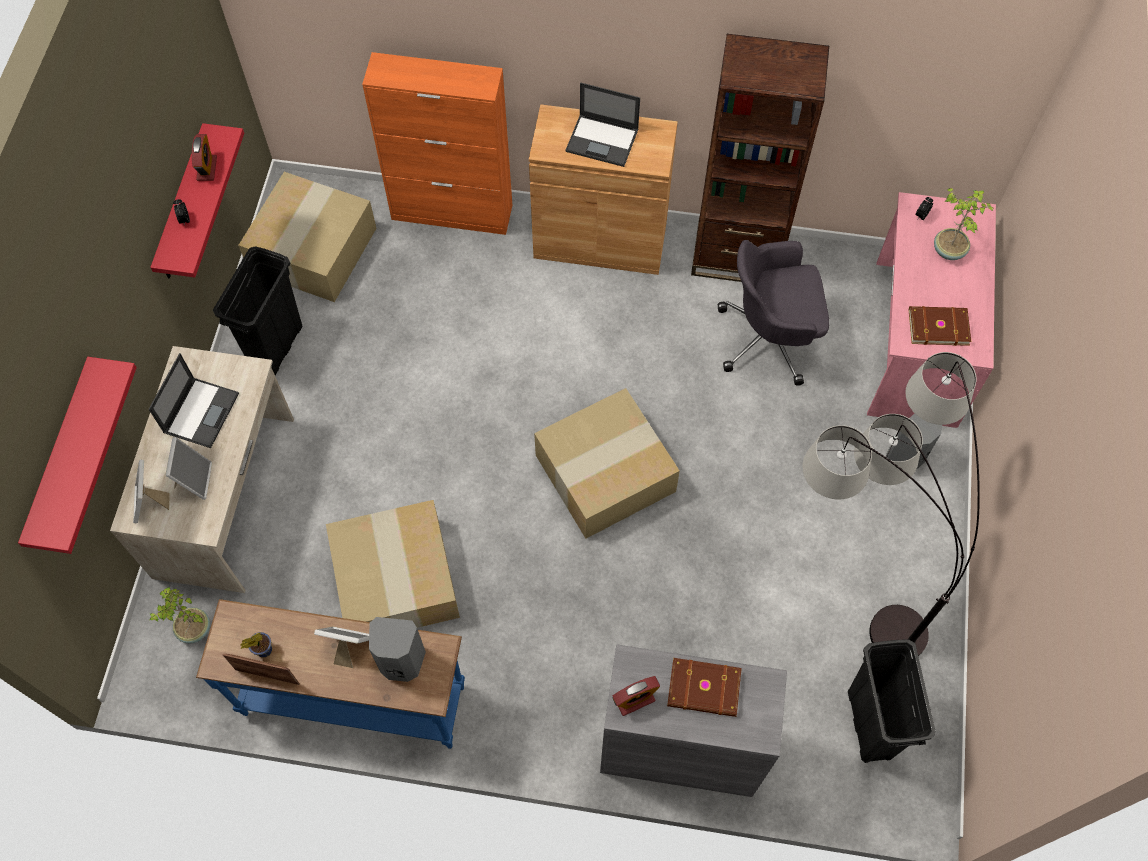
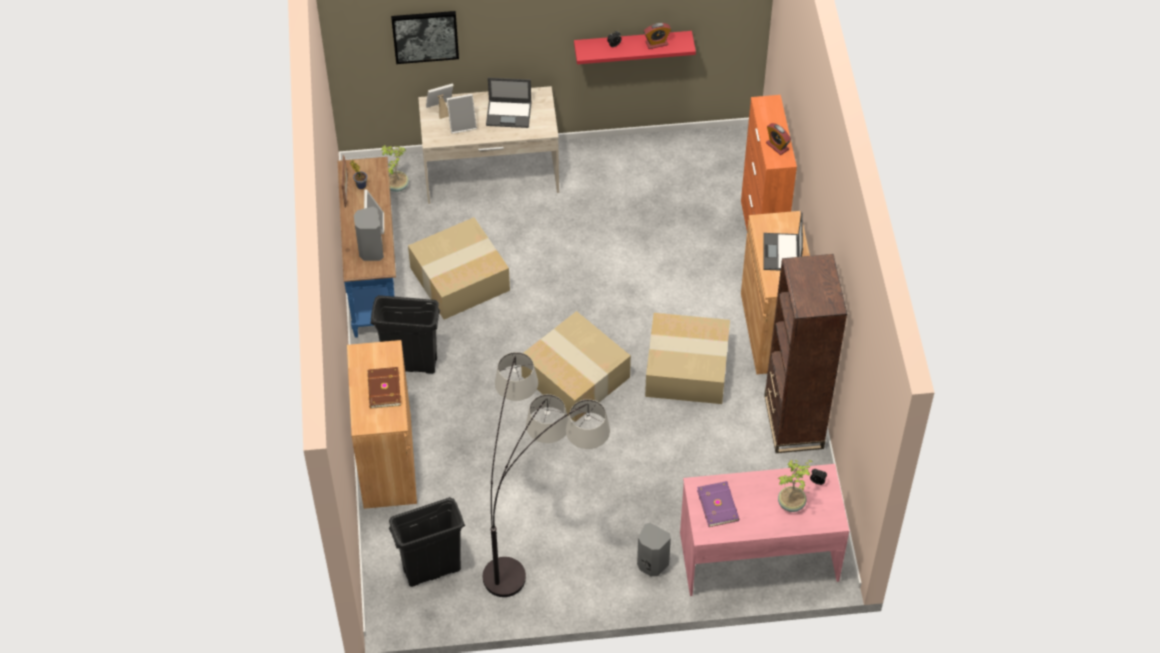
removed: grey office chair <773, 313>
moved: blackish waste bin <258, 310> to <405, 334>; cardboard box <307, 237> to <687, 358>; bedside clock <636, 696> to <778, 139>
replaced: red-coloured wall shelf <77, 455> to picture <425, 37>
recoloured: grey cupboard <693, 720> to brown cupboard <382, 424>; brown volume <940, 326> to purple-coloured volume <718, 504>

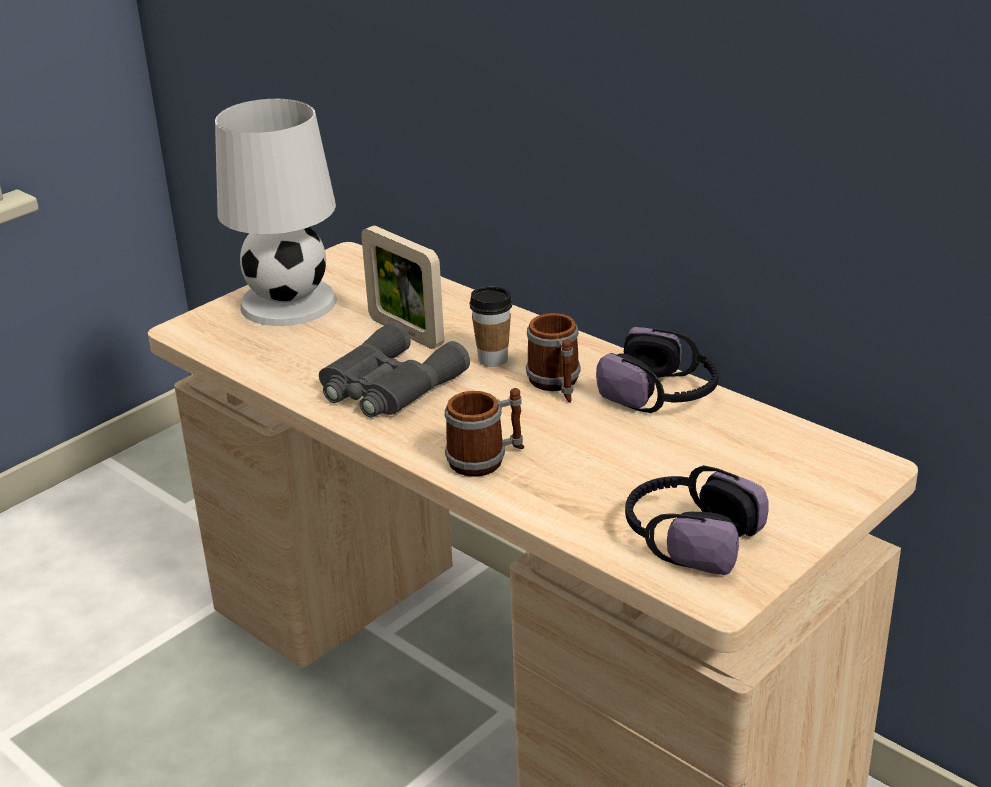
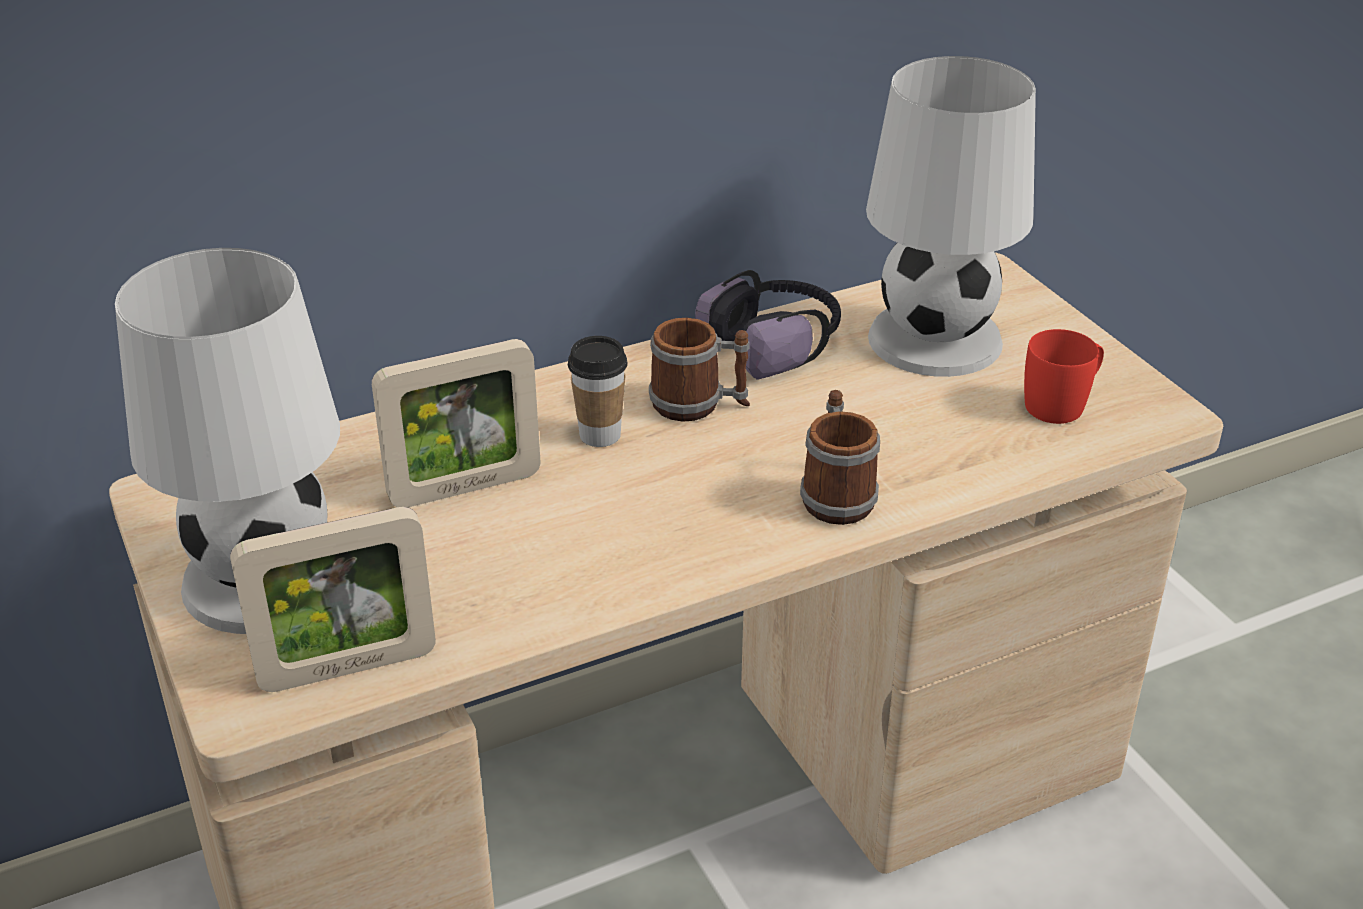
removed: grey pair of binoculars <394, 369>
added: picture frame <333, 599>; whitish tabletop lamp <951, 216>
replaced: headphones <696, 520> to red-coloured tea mug <1064, 376>

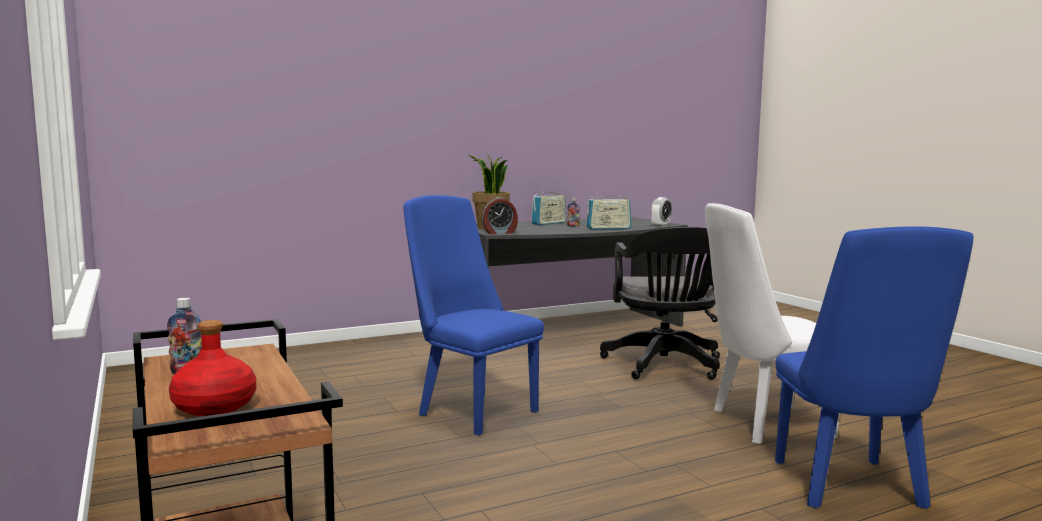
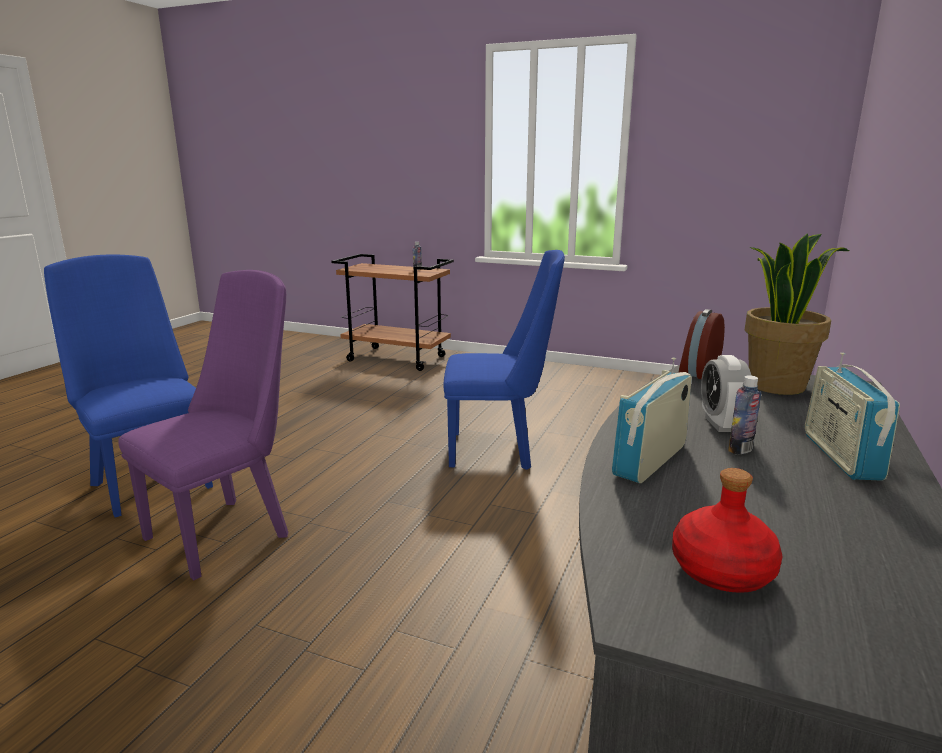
removed: blackish office chair <660, 303>
moved: red-coloured drink bottle <212, 368> to <727, 530>; bedside clock <661, 212> to <726, 393>
recoloured: whitish chair <772, 323> to purple-coloured chair <203, 425>

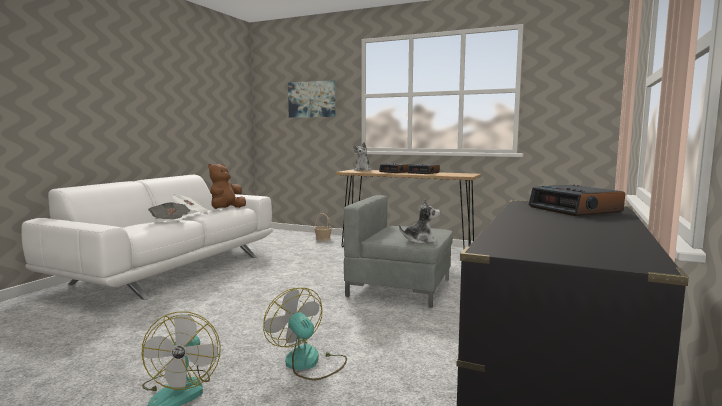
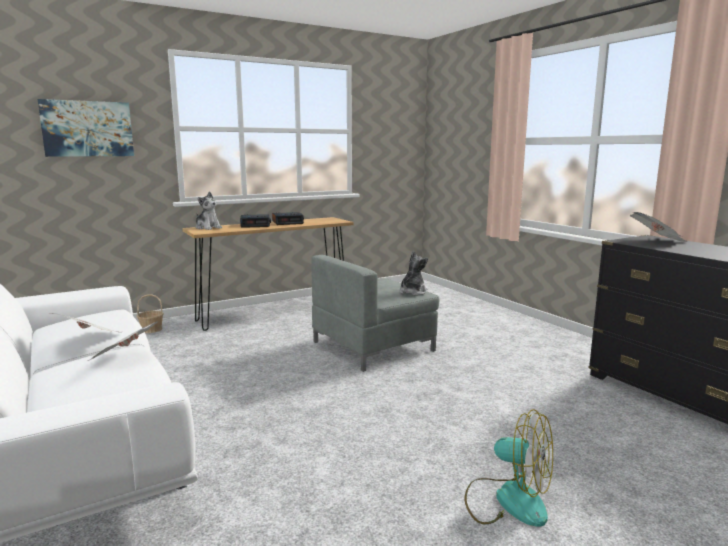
removed: brown plush toy <227, 186>; fan <305, 334>
replaced: bedside clock <577, 200> to newspaper <659, 227>

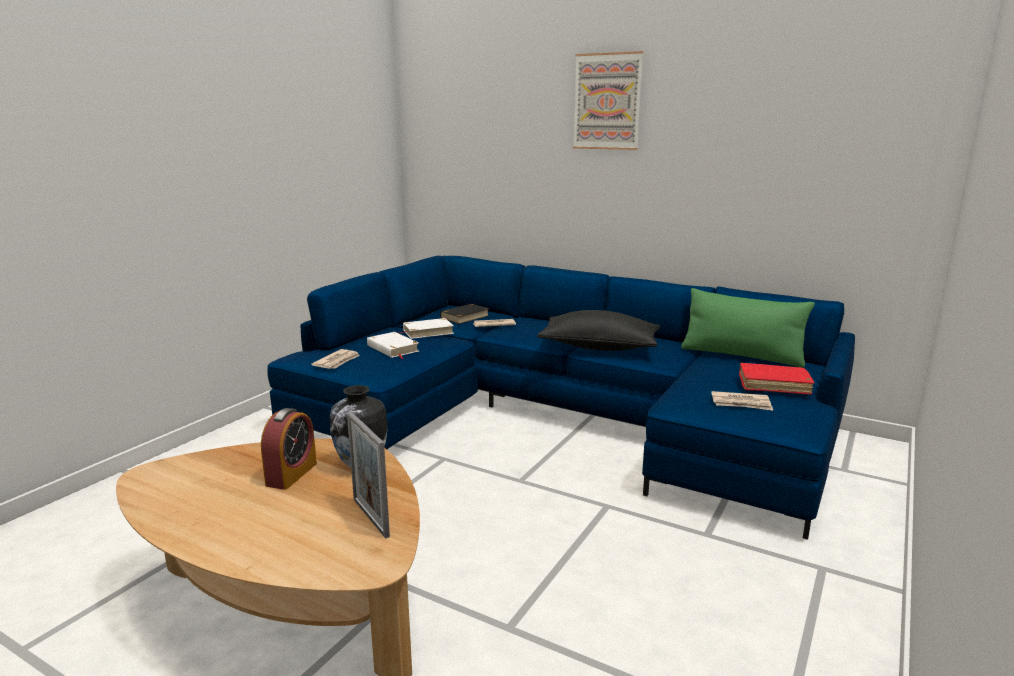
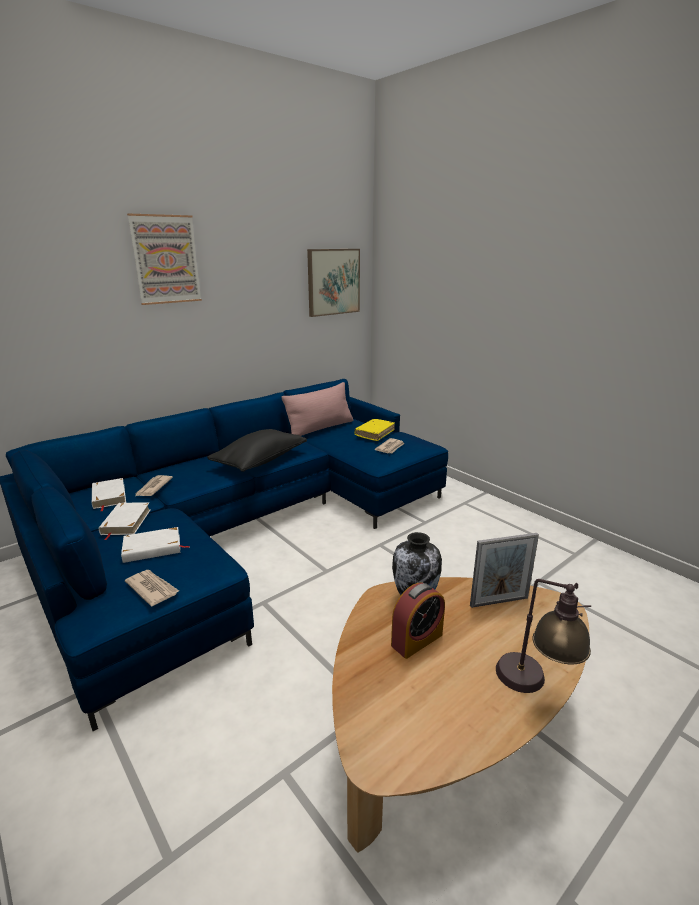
added: picture <333, 283>; tabletop lamp <543, 636>
recoloured: blackish volume <464, 314> to whitish volume <109, 495>; greenish cushion <748, 327> to pink-coloured cushion <317, 409>; red-coloured volume <776, 379> to yellow-coloured volume <374, 430>
turned: bedside clock <289, 449> = <418, 621> 105 degrees clockwise

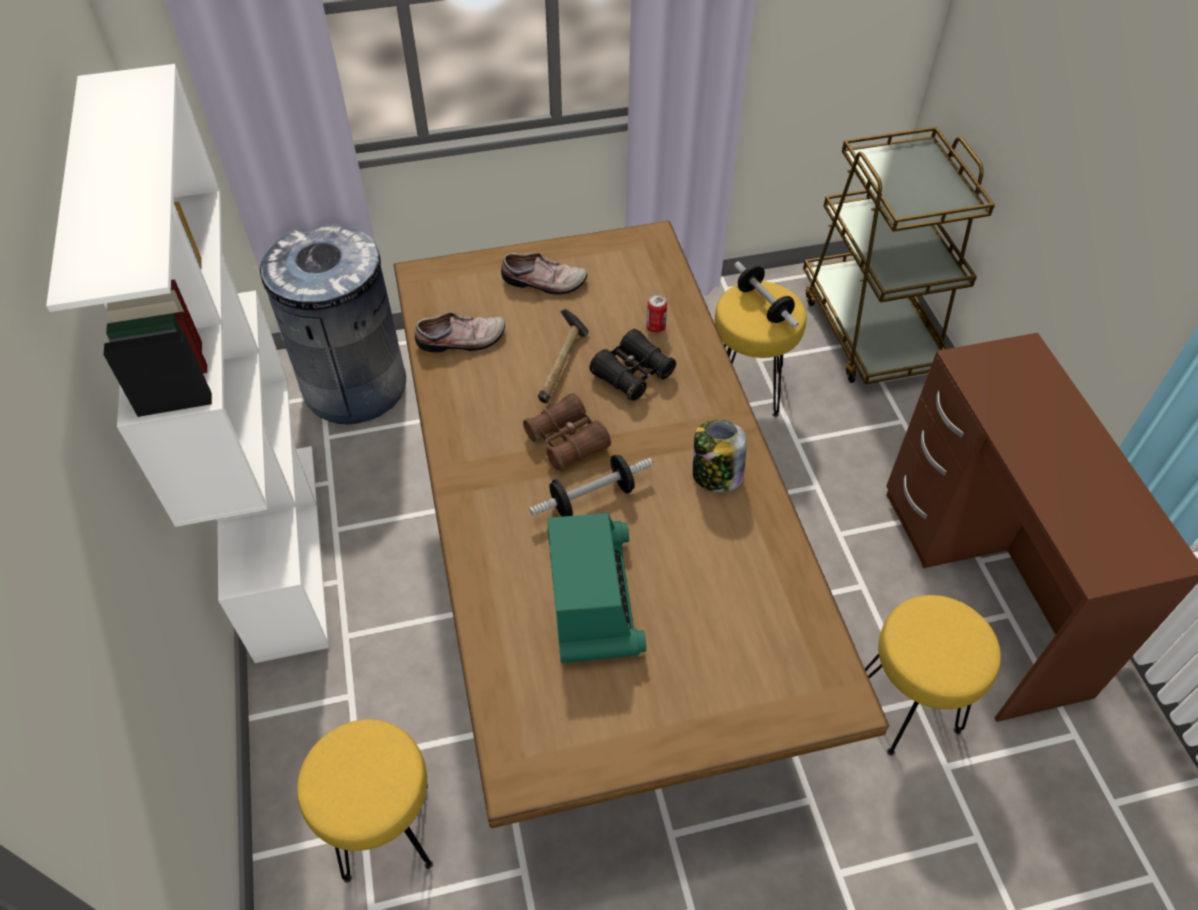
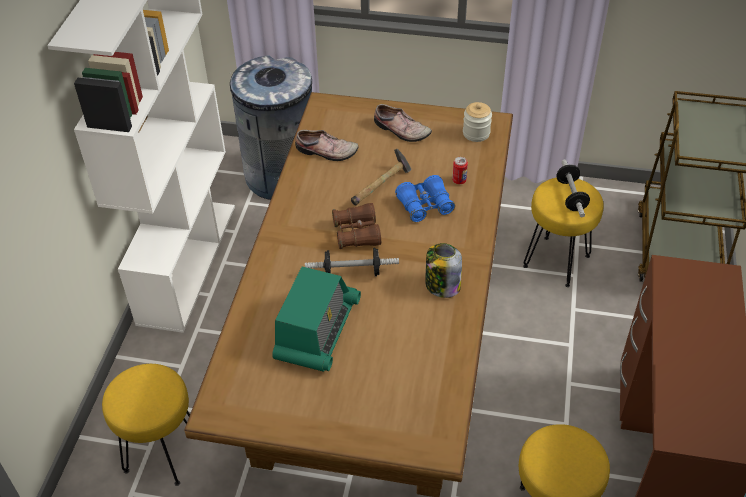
added: jar <477, 122>
recoloured: blackish pair of binoculars <633, 365> to blue-coloured pair of binoculars <425, 198>

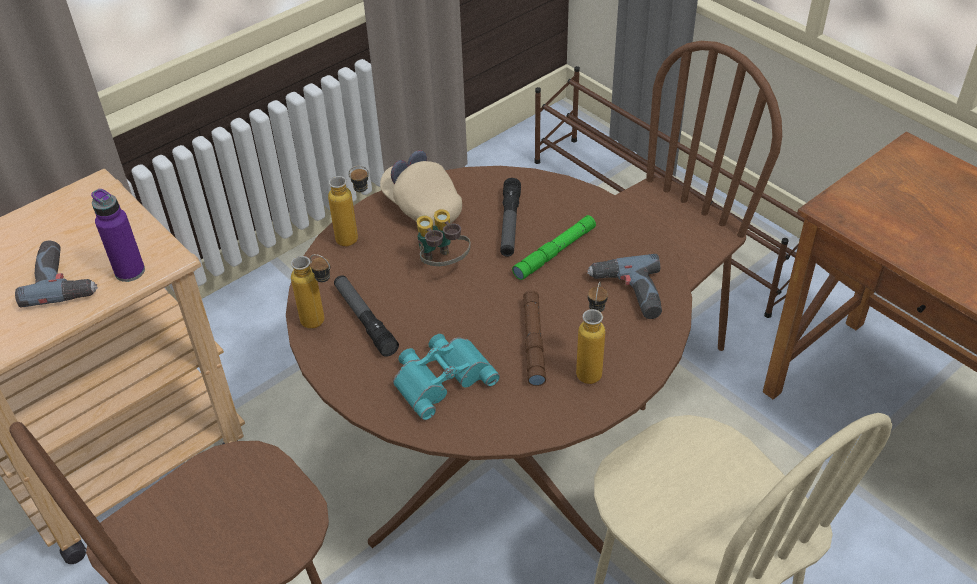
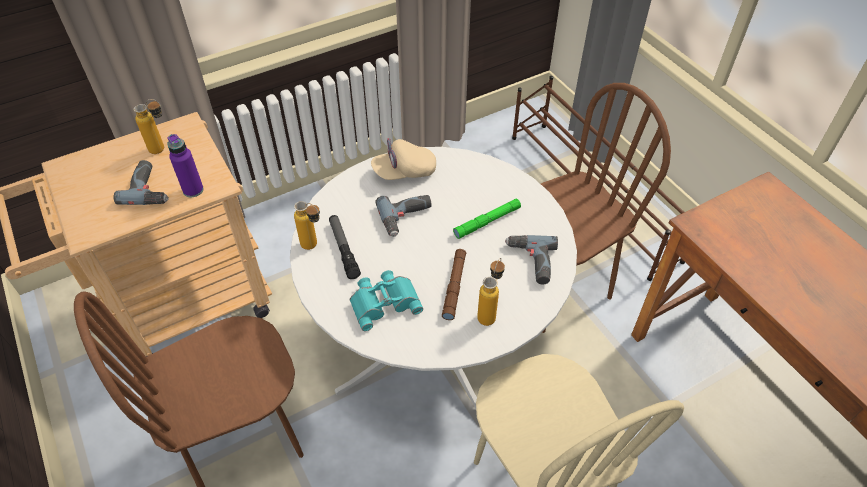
removed: flashlight <510, 217>
moved: drink bottle <348, 206> to <149, 126>
replaced: pair of binoculars <444, 237> to electric drill <403, 216>
recoloured: brown dinner table <489, 360> to whitish dinner table <433, 278>
turned: beige-coloured baseball cap <421, 188> = <403, 159> 75 degrees counterclockwise

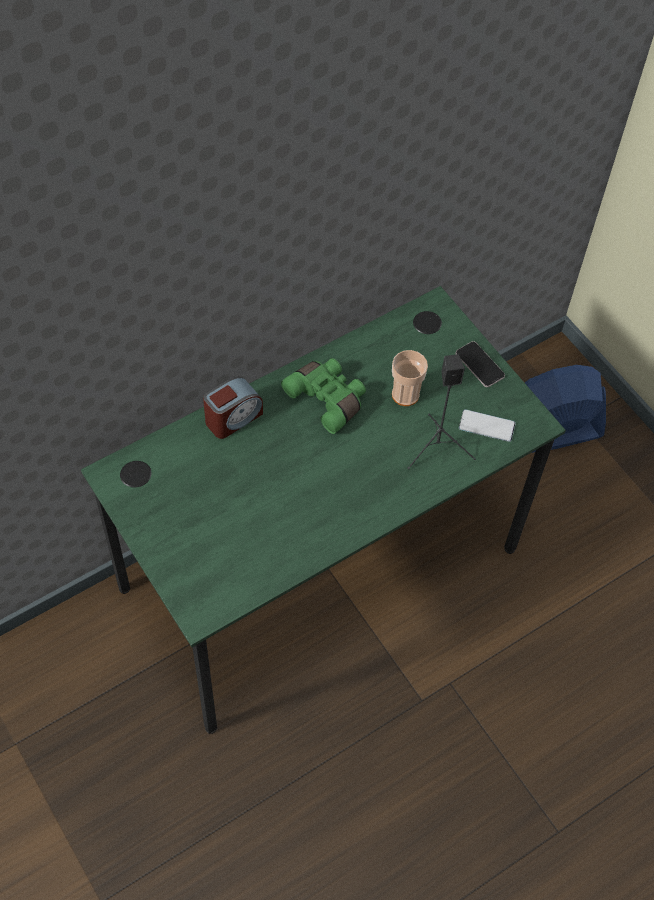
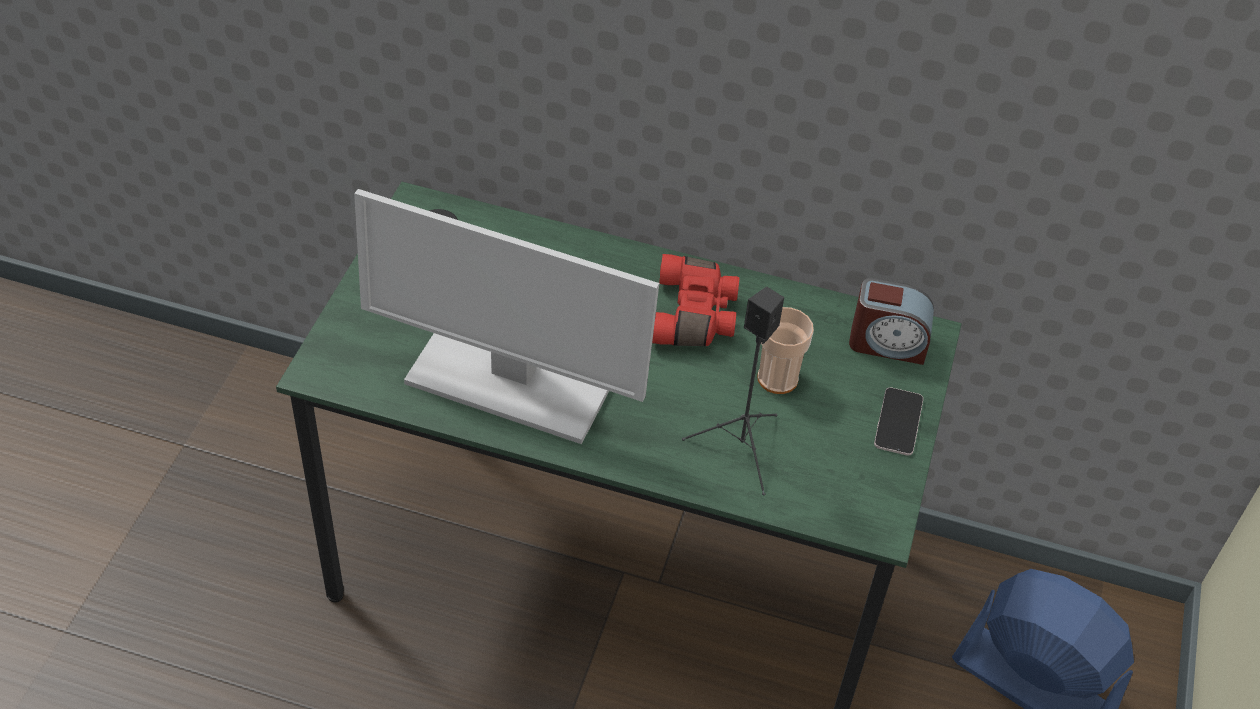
removed: telephone <487, 425>
added: computer screen <506, 316>
moved: bedside clock <233, 407> to <891, 321>
recoloured: greenish pair of binoculars <323, 396> to red-coloured pair of binoculars <695, 300>

